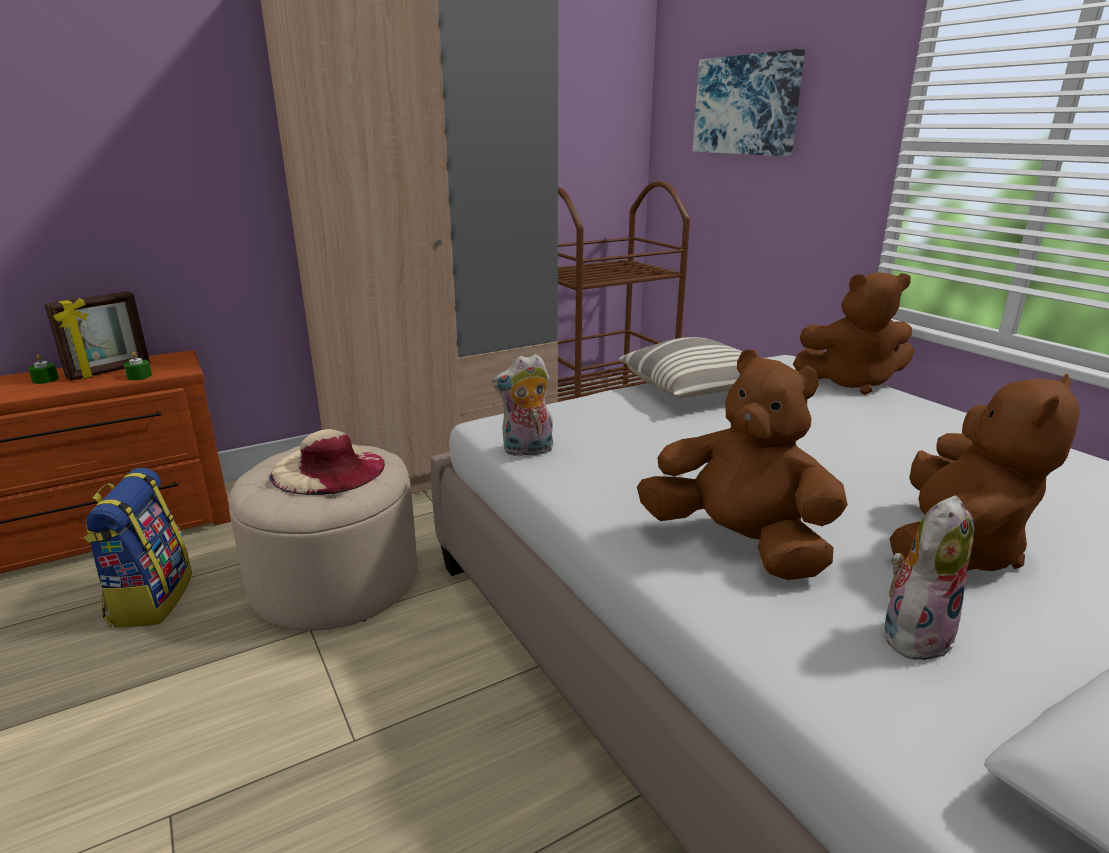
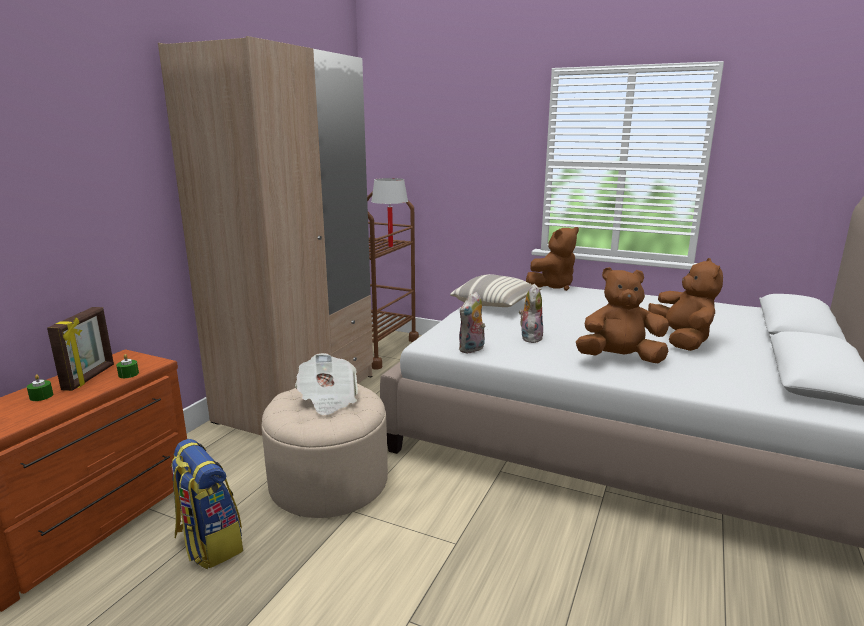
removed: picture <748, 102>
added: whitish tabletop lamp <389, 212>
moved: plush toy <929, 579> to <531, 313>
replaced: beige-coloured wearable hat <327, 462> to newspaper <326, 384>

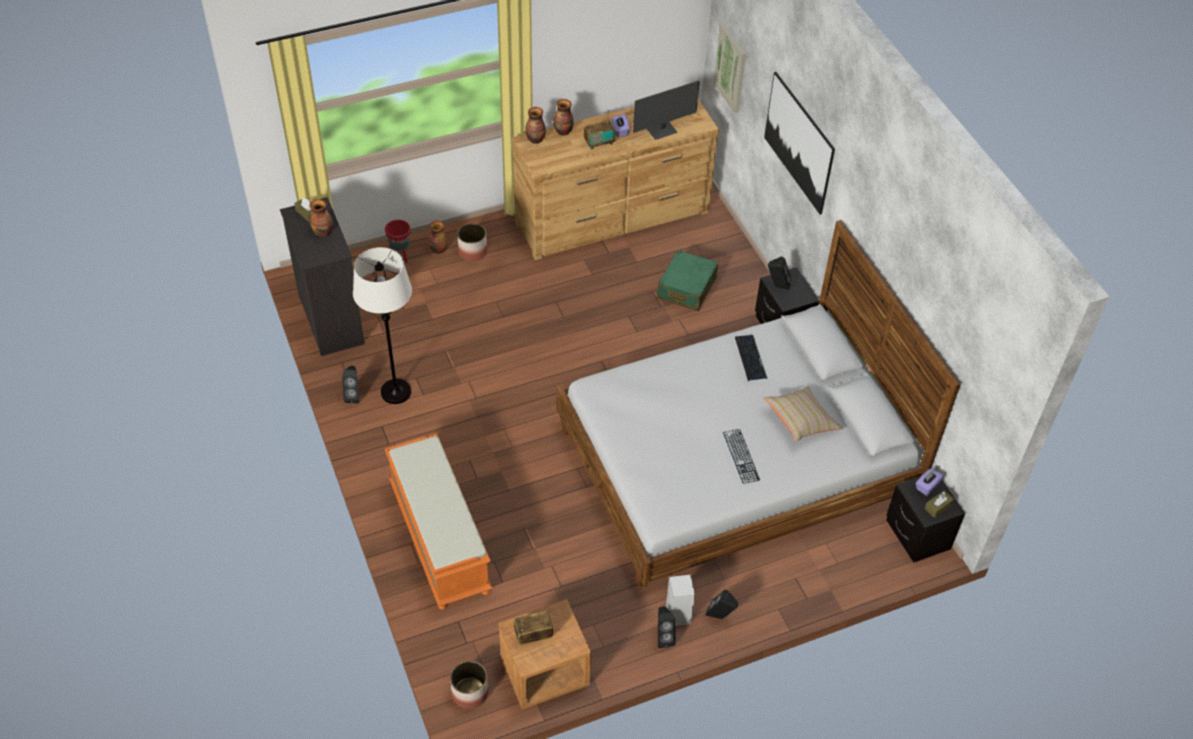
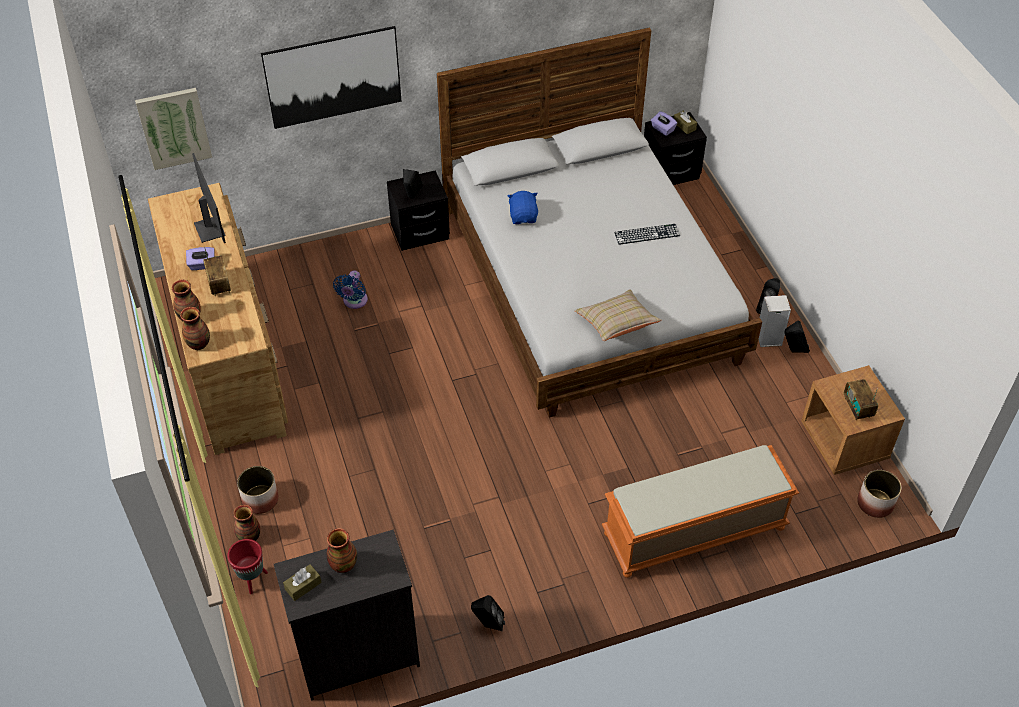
removed: whitish standard lamp <382, 325>
moved: beige-coloured cushion <803, 413> to <618, 315>
replaced: greenish suitcase <687, 280> to blue-coloured fan <350, 289>; computer keyboard <751, 358> to blue-coloured plush toy <522, 207>

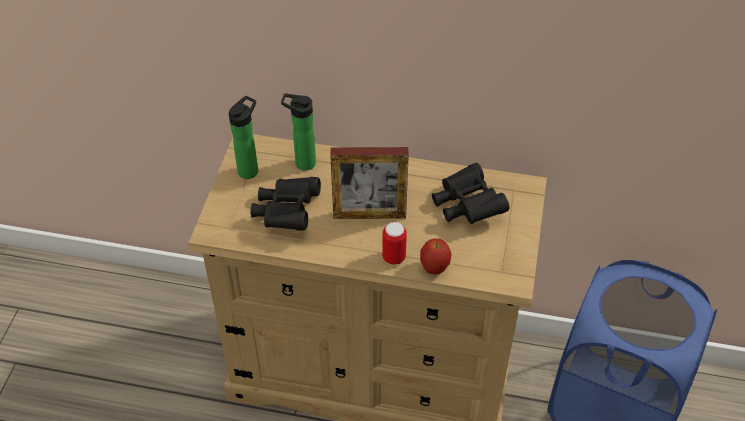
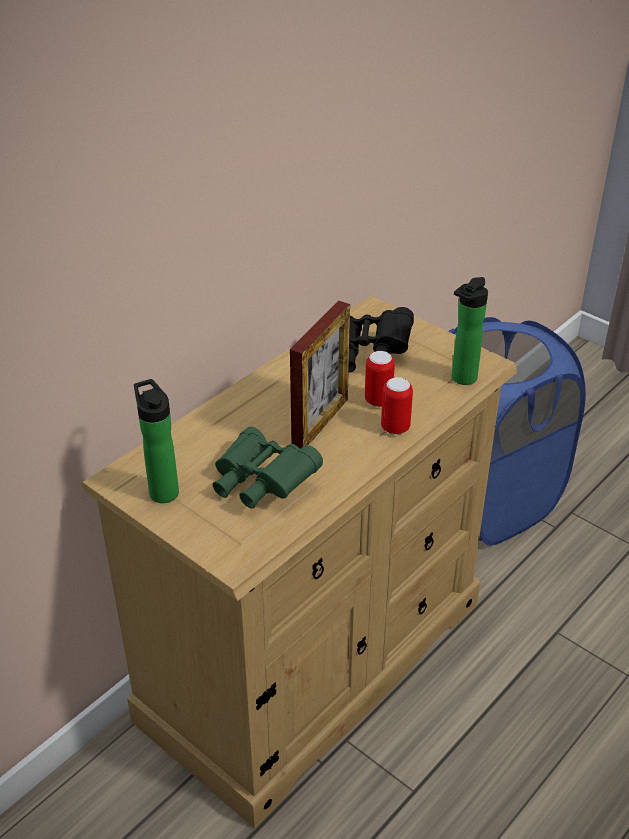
removed: apple <436, 256>
added: metal can <380, 379>
moved: drink bottle <298, 132> to <470, 331>
recoloured: blackish pair of binoculars <285, 203> to greenish pair of binoculars <268, 468>

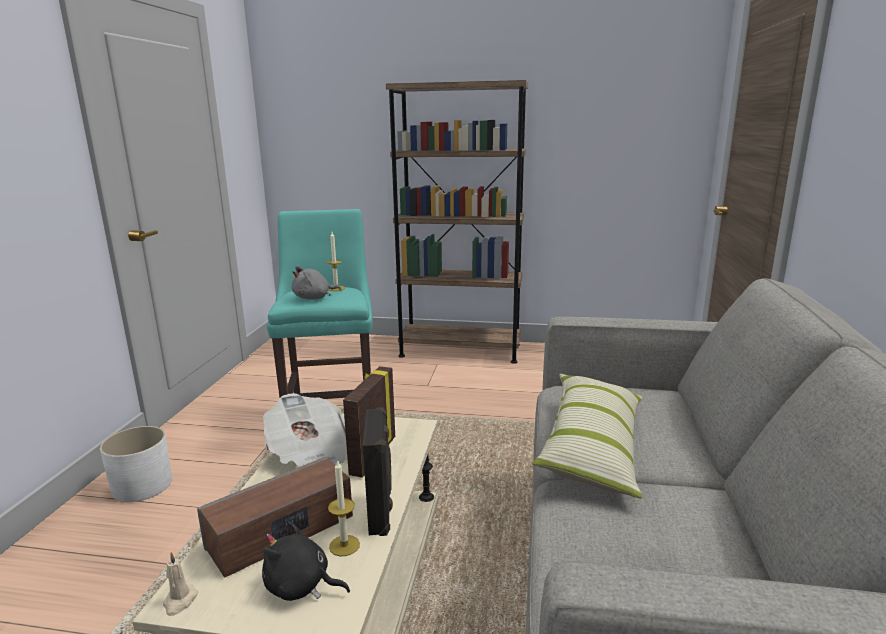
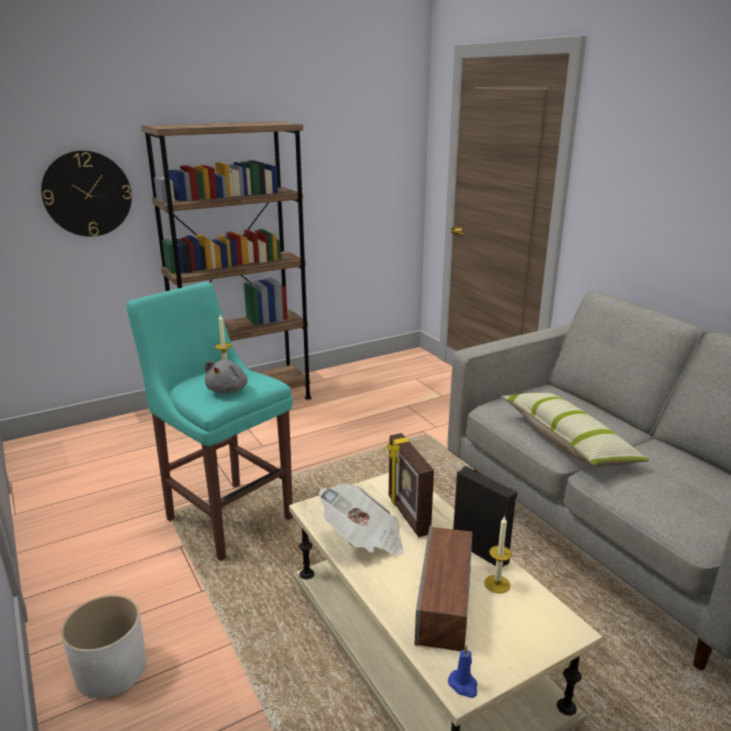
removed: blackish plush toy <306, 561>
added: wall clock <86, 193>
recoloured: beige-coloured wax candle <180, 584> to blue-coloured wax candle <463, 671>

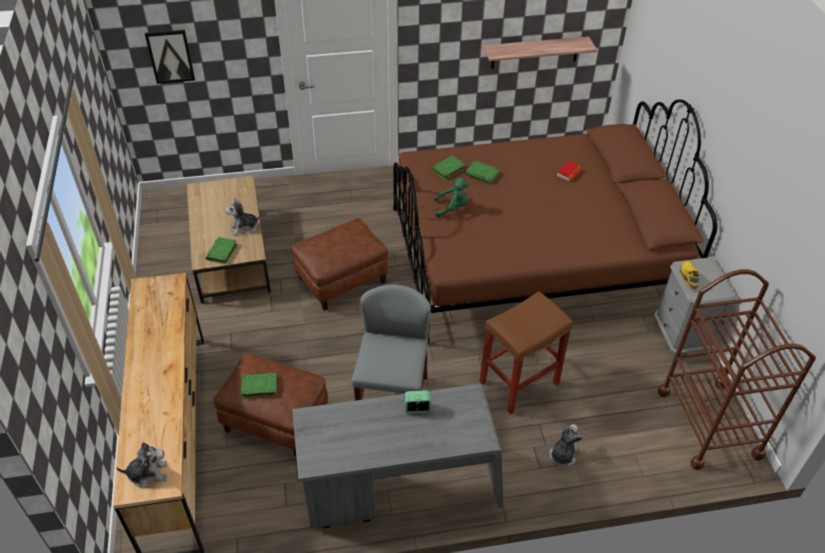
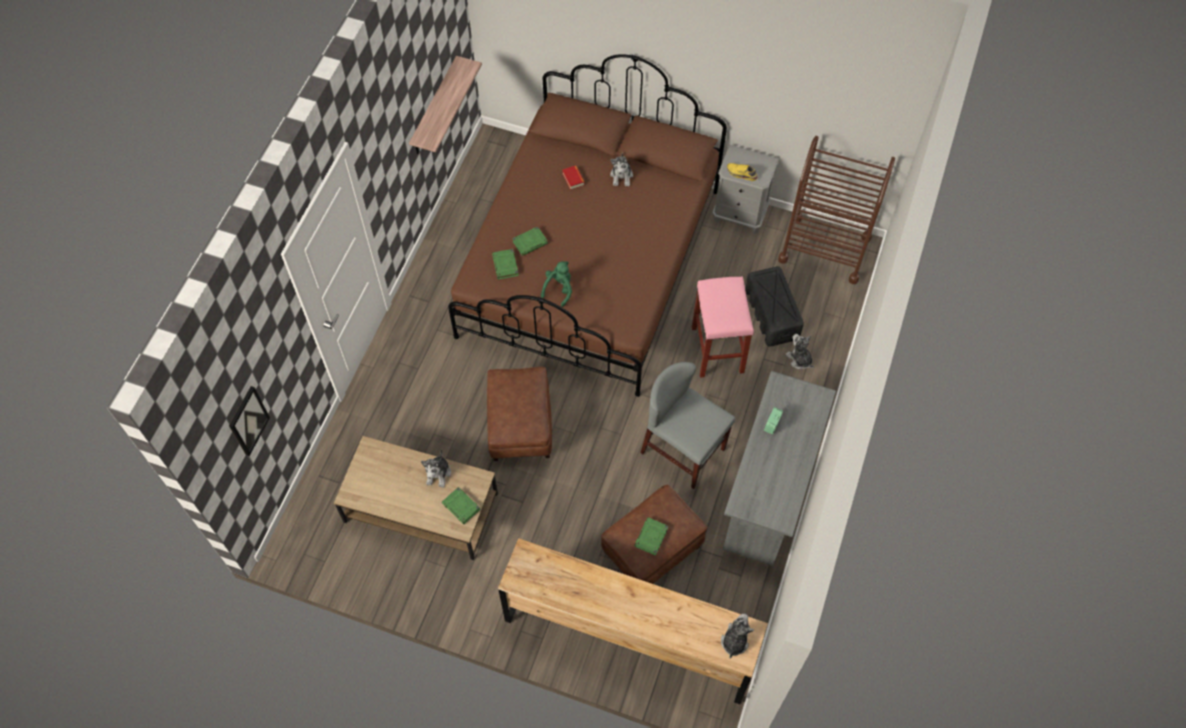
added: plush toy <621, 169>; blackish storage bin <774, 306>
recoloured: brown sitting stool <526, 352> to pink-coloured sitting stool <723, 327>

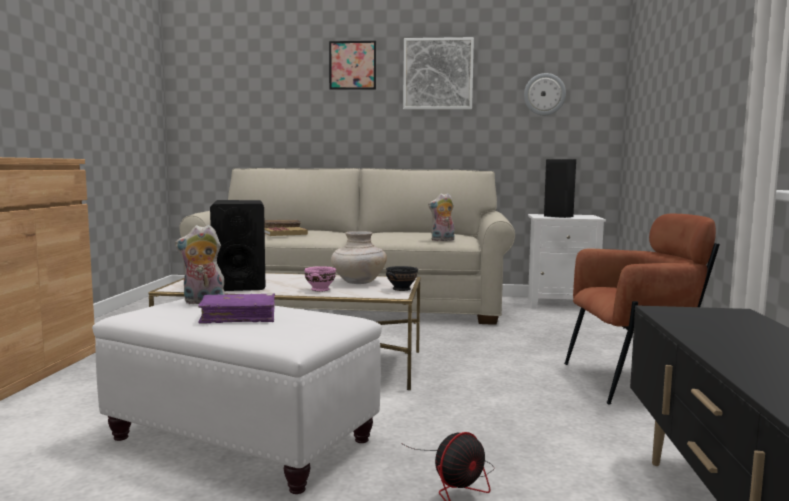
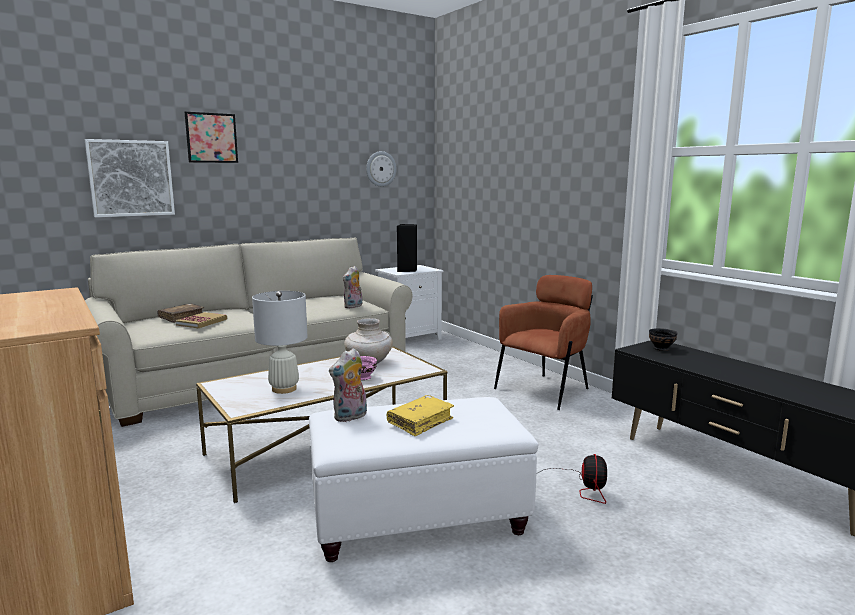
moved: blackish deep dish <402, 278> to <663, 339>; picture <438, 73> to <130, 178>
replaced: blackish speaker <237, 245> to whitish tabletop lamp <279, 342>
recoloured: purple-coloured volume <236, 309> to yellow-coloured volume <420, 416>

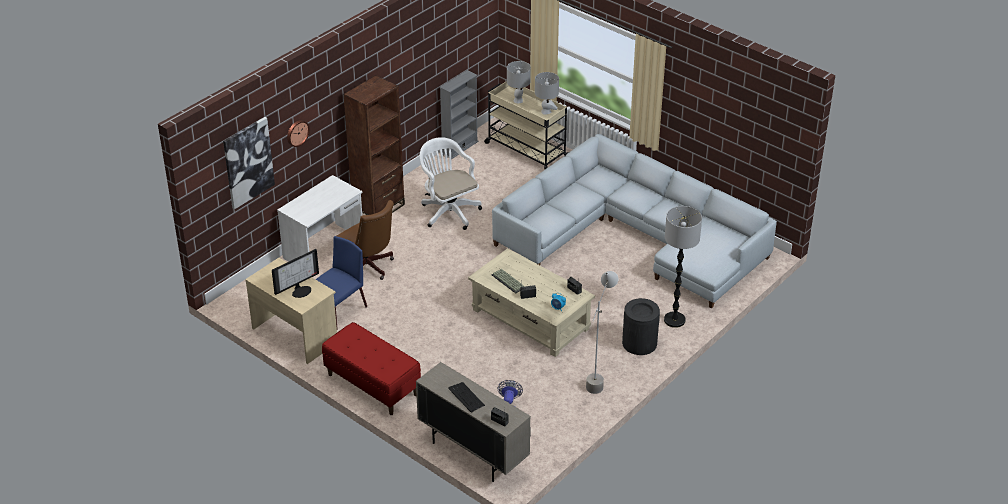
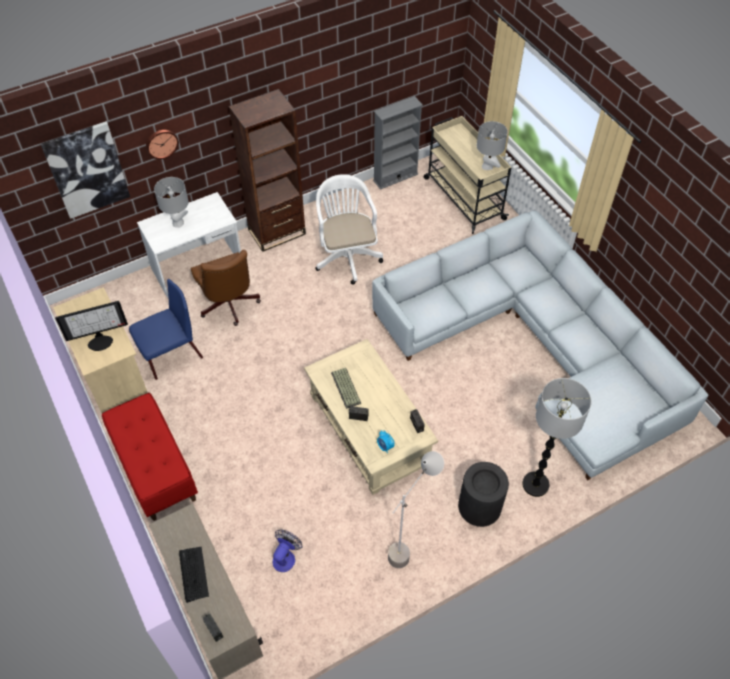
moved: grey tabletop lamp <519, 82> to <171, 202>

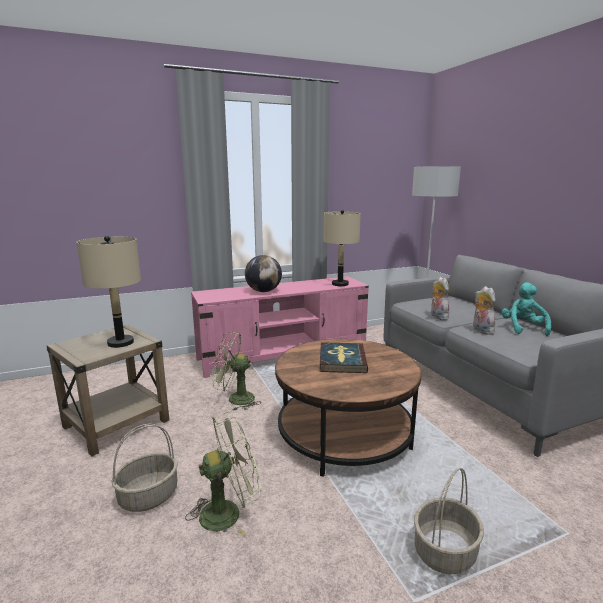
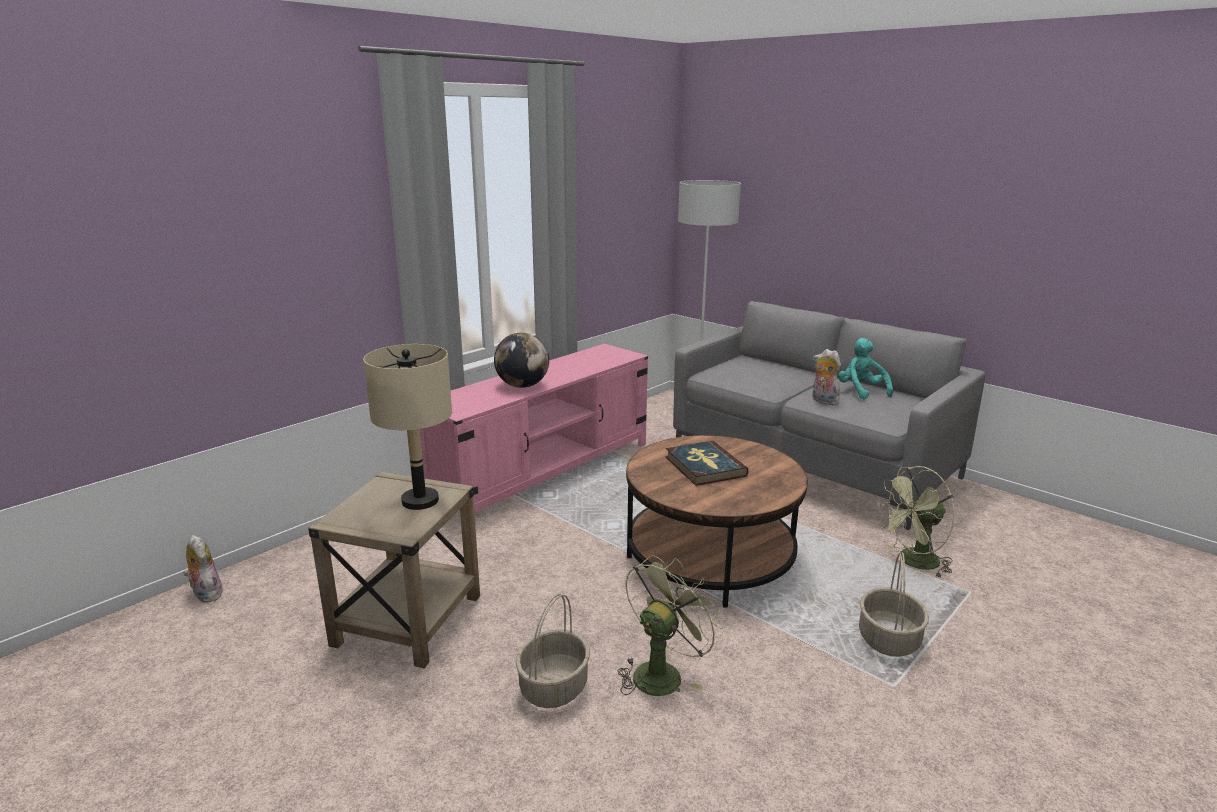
removed: beige-coloured tabletop lamp <342, 248>
moved: greenish fan <236, 371> to <916, 521>; plush toy <440, 298> to <203, 569>

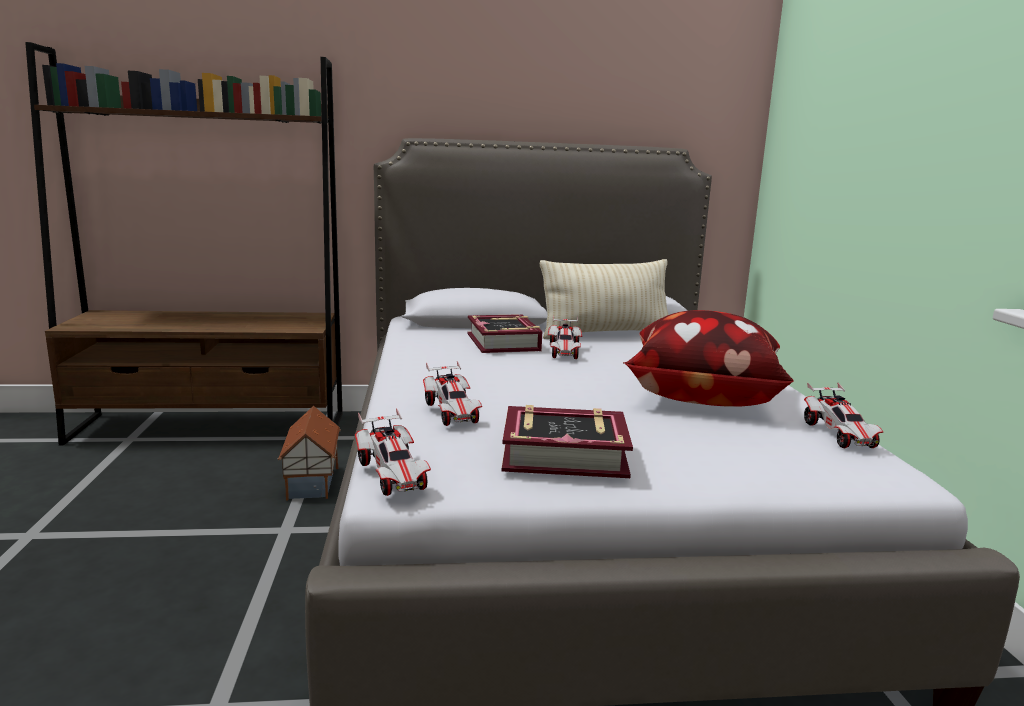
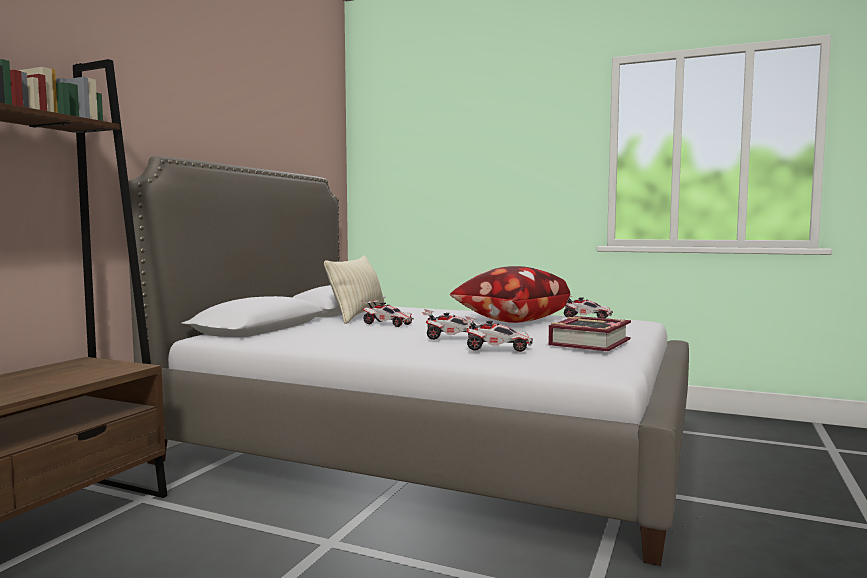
removed: model house <309, 453>; volume <504, 333>
moved: model car <393, 452> to <451, 324>

